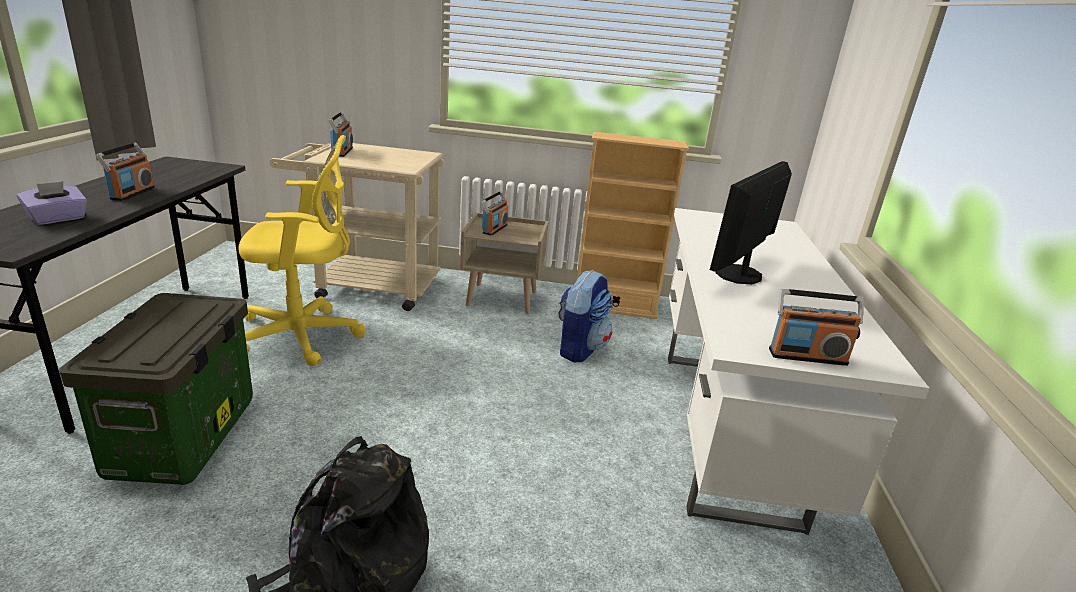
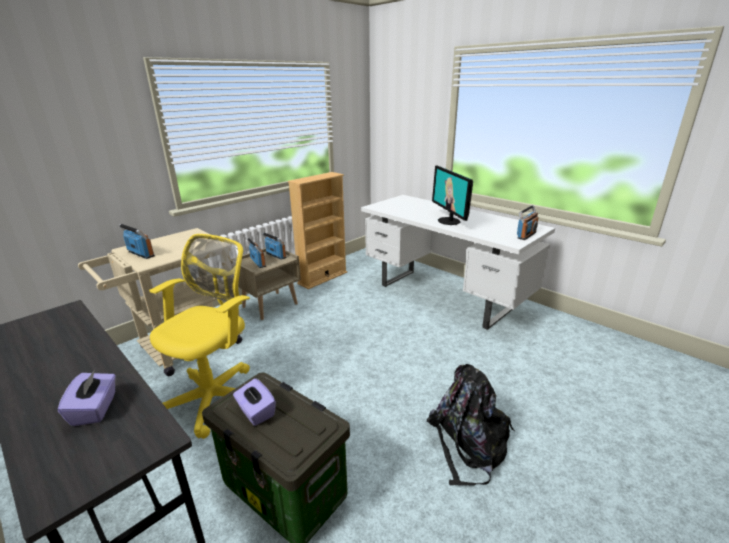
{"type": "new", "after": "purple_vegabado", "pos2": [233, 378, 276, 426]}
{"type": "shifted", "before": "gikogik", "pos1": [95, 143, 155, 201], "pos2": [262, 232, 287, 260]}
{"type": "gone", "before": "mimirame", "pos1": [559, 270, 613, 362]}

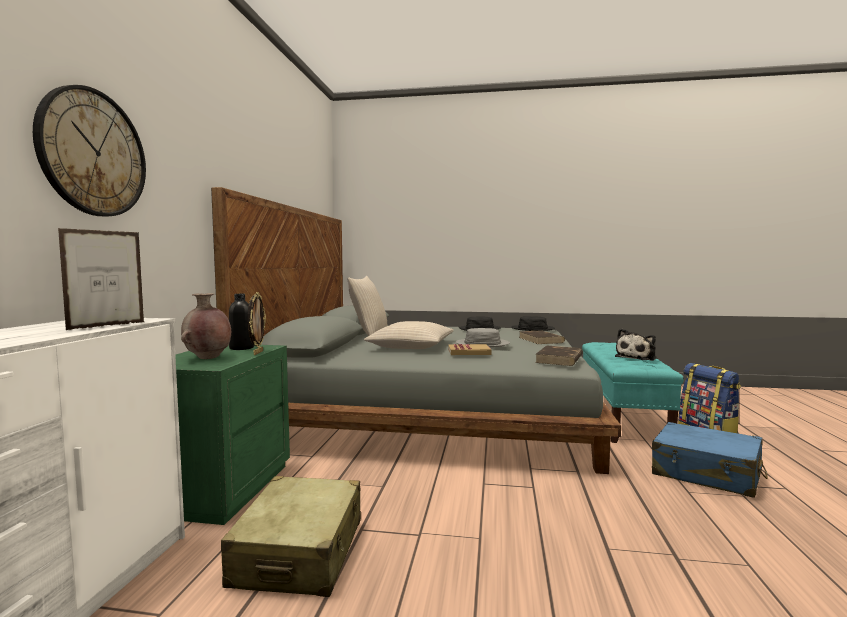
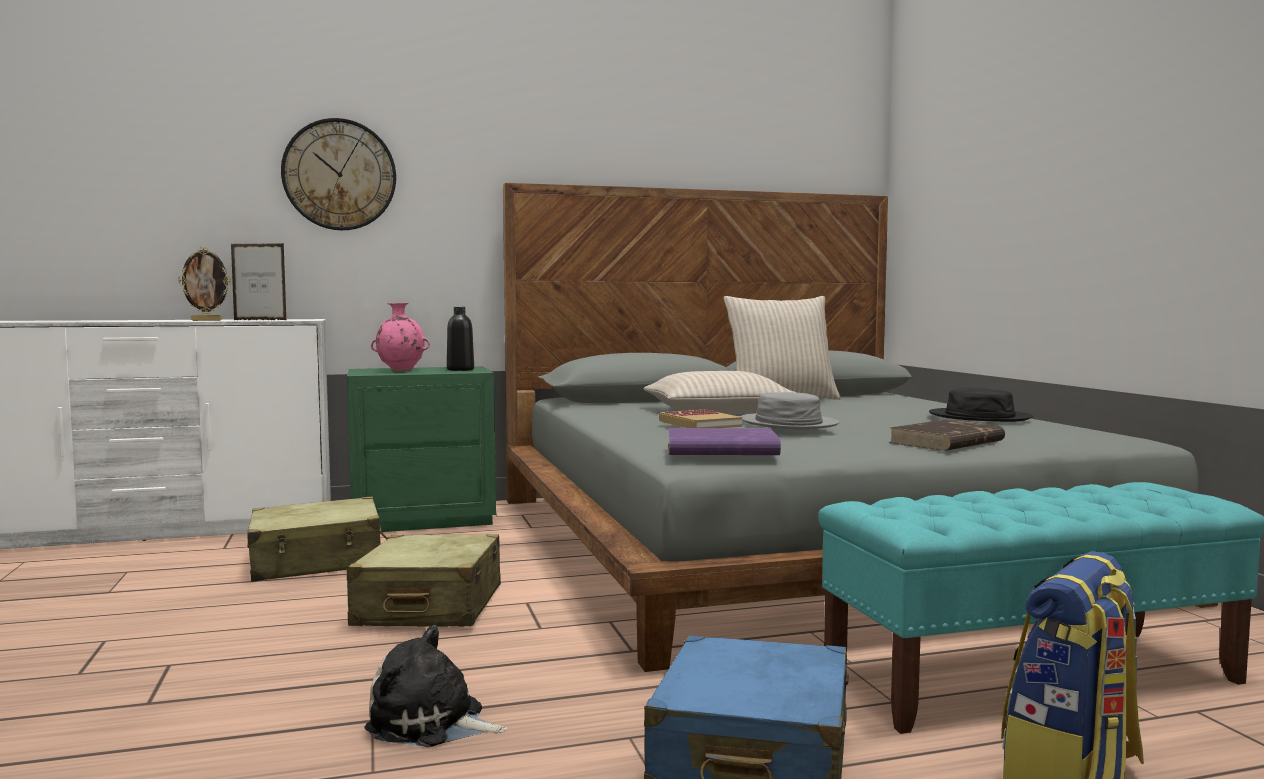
{"type": "shifted", "before": "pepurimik", "pos1": [247, 292, 266, 355], "pos2": [178, 247, 231, 321]}
{"type": "new", "after": "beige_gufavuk", "pos2": [347, 534, 501, 627]}
{"type": "shifted", "before": "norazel", "pos1": [615, 328, 657, 361], "pos2": [364, 625, 507, 747]}
{"type": "repainted", "before": "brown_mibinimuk", "after": "pink_mibinimuk", "pos1": [181, 293, 231, 359], "pos2": [371, 303, 430, 371]}
{"type": "repainted", "before": "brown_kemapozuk", "after": "purple_kemapozuk", "pos1": [535, 345, 583, 366], "pos2": [668, 428, 781, 455]}
{"type": "gone", "before": "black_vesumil", "pos1": [511, 316, 555, 331]}

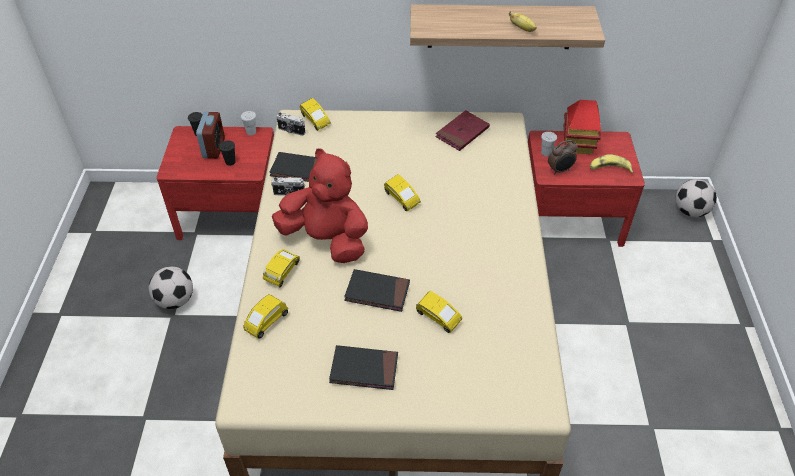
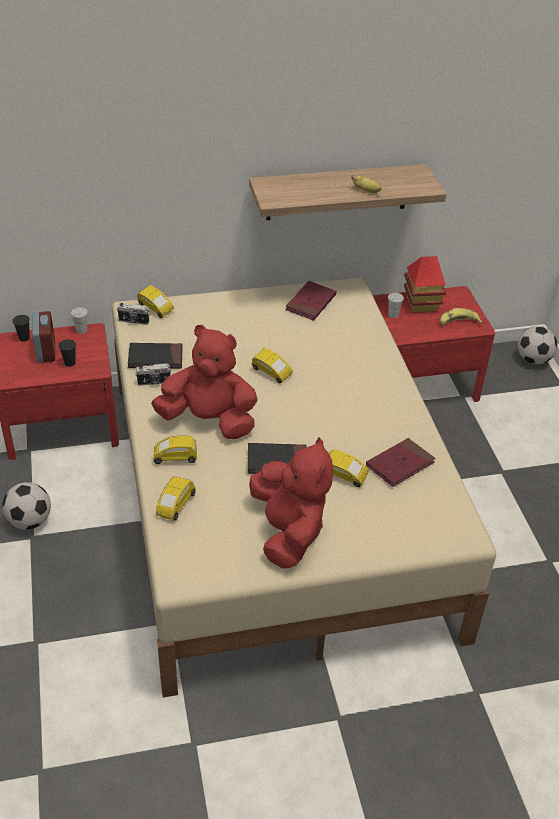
{"type": "rotated", "before": "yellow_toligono", "pos1": [263, 249, 300, 287], "pos2": [153, 436, 197, 464], "turn": -105}
{"type": "swapped", "before": "black_kemapozuk", "after": "red_norazel", "pos1": [329, 345, 398, 390], "pos2": [249, 437, 333, 569]}
{"type": "new", "after": "red_kemapozuk", "pos2": [366, 438, 435, 487]}
{"type": "gone", "before": "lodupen", "pos1": [548, 140, 578, 175]}

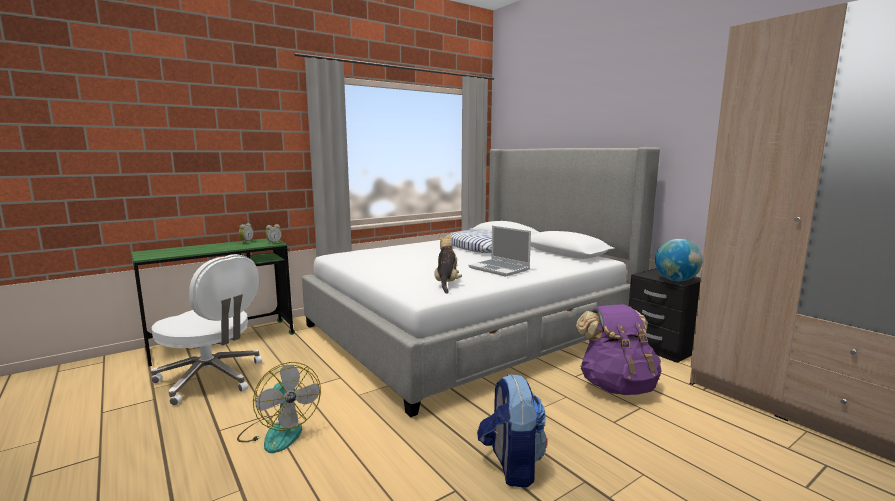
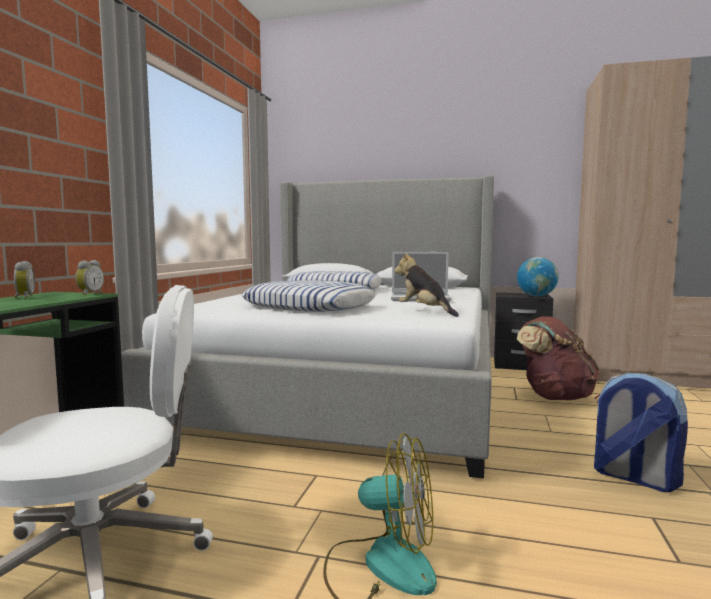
{"type": "new", "after": "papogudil", "pos2": [242, 280, 376, 312]}
{"type": "repainted", "before": "purple_mimirame", "after": "brown_mimirame", "pos1": [576, 304, 662, 395], "pos2": [517, 316, 600, 400]}

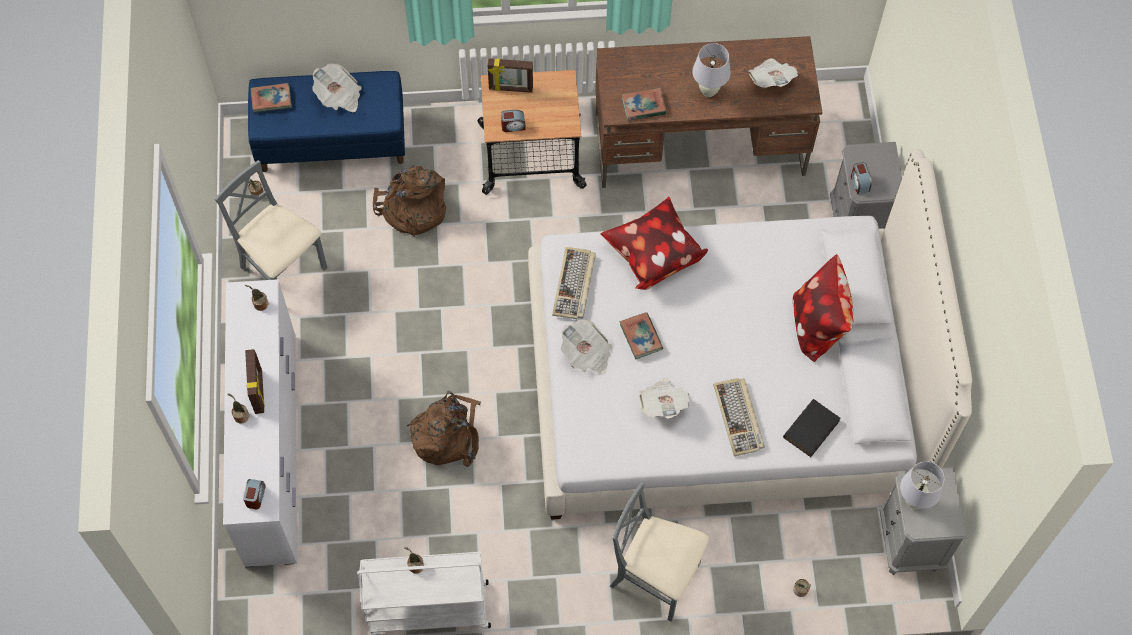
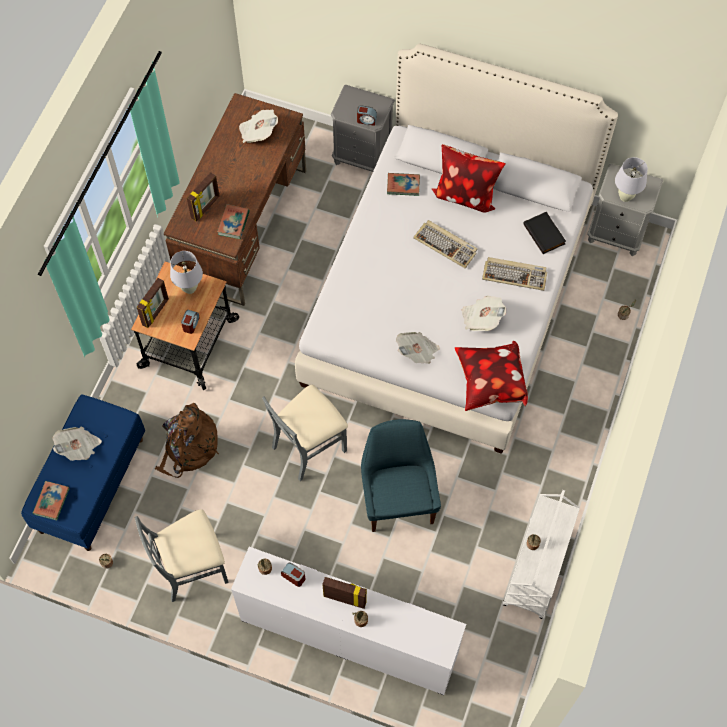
{"type": "shifted", "before": "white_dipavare", "pos1": [692, 43, 731, 97], "pos2": [170, 251, 203, 294]}
{"type": "new", "after": "pepurimik", "pos2": [187, 172, 220, 221]}
{"type": "shifted", "before": "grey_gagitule", "pos1": [610, 483, 709, 622], "pos2": [262, 385, 348, 481]}
{"type": "shifted", "before": "lodupen", "pos1": [243, 479, 266, 509], "pos2": [281, 563, 305, 587]}
{"type": "swapped", "before": "brown_mimirame", "after": "blue_gagitule", "pos1": [407, 391, 481, 467], "pos2": [361, 419, 441, 532]}
{"type": "shifted", "before": "kemapozuk", "pos1": [620, 312, 663, 359], "pos2": [387, 173, 420, 196]}
{"type": "shifted", "before": "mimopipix", "pos1": [552, 247, 596, 319], "pos2": [413, 220, 477, 268]}
{"type": "shifted", "before": "papogudil", "pos1": [600, 197, 708, 290], "pos2": [455, 341, 528, 411]}

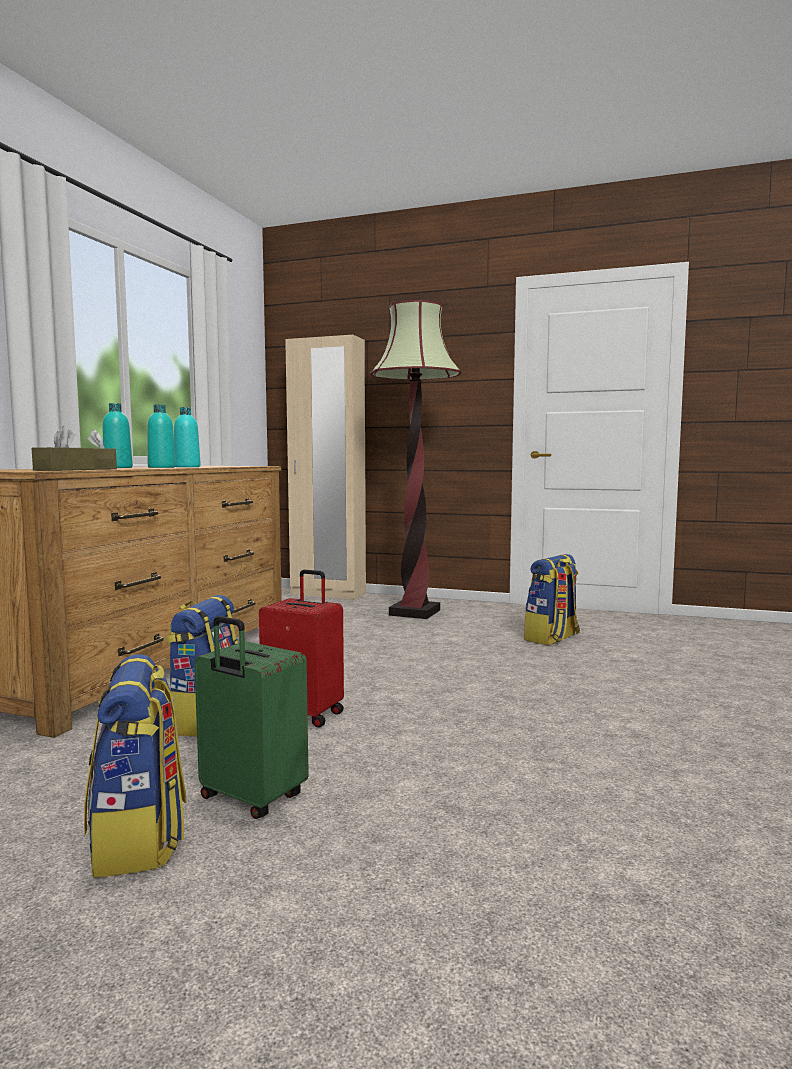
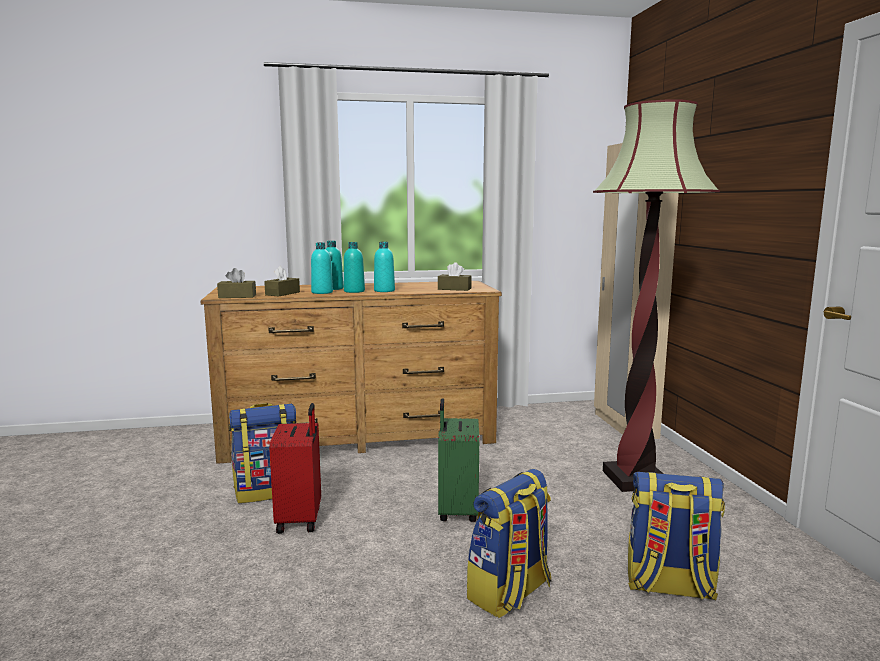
{"type": "new", "after": "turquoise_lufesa", "pos2": [311, 242, 333, 294]}
{"type": "new", "after": "brown_vegabado", "pos2": [438, 262, 472, 291]}
{"type": "shifted", "before": "green_gufavuk", "pos1": [194, 616, 309, 819], "pos2": [438, 398, 479, 522]}
{"type": "shifted", "before": "mimirame", "pos1": [84, 654, 187, 878], "pos2": [467, 469, 551, 618]}

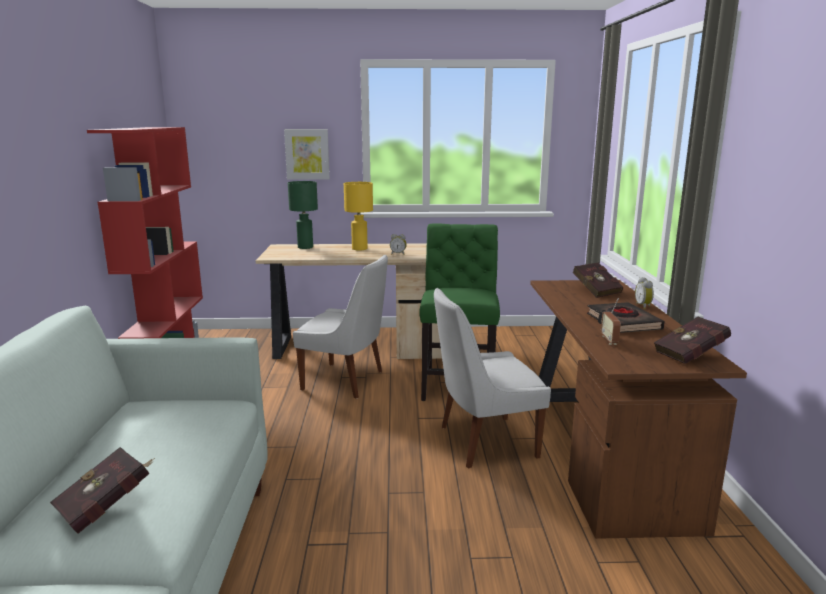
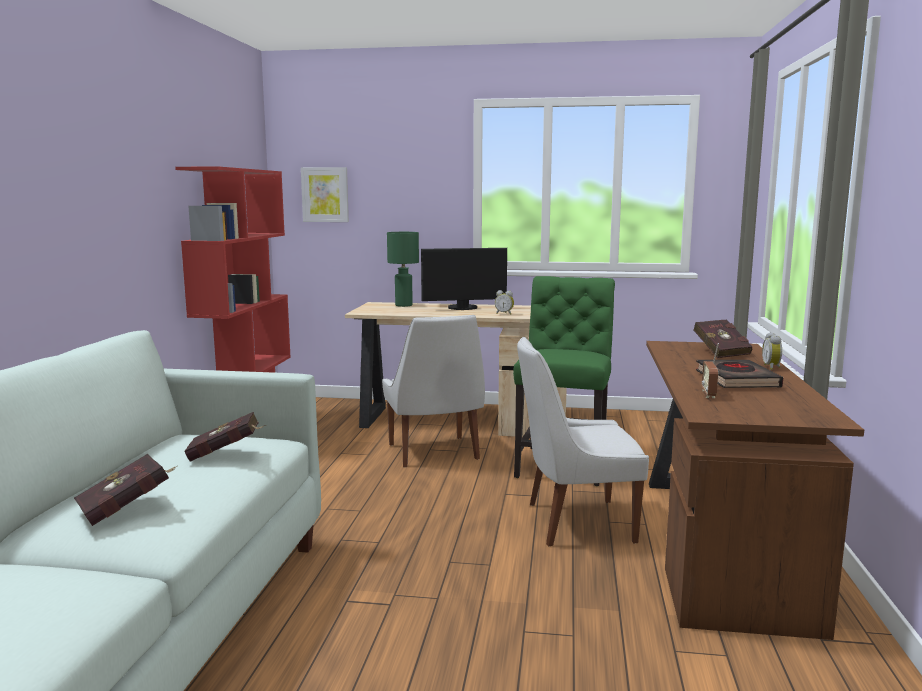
{"type": "shifted", "before": "red_kemapozuk", "pos1": [654, 317, 731, 364], "pos2": [185, 412, 266, 462]}
{"type": "shifted", "before": "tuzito", "pos1": [284, 129, 330, 180], "pos2": [301, 167, 349, 222]}
{"type": "rotated", "before": "white_gagitule", "pos1": [293, 255, 388, 399], "pos2": [382, 315, 485, 467], "turn": 45}
{"type": "swapped", "before": "yellow_dipavare", "after": "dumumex", "pos1": [344, 182, 373, 251], "pos2": [421, 248, 507, 310]}

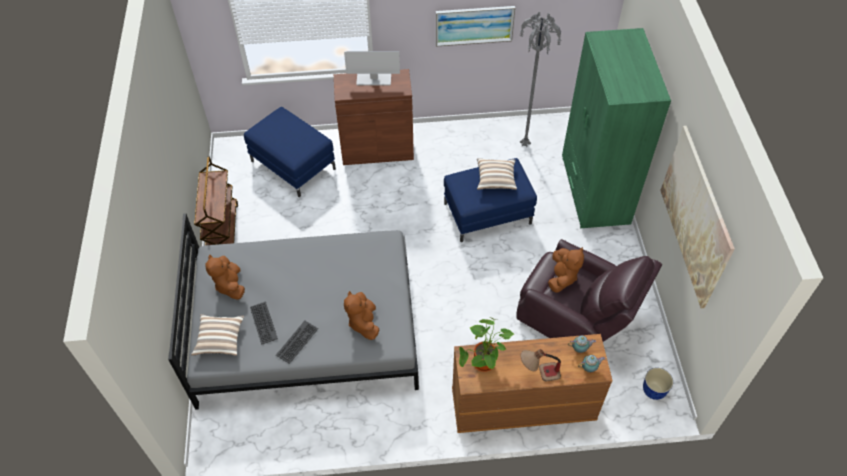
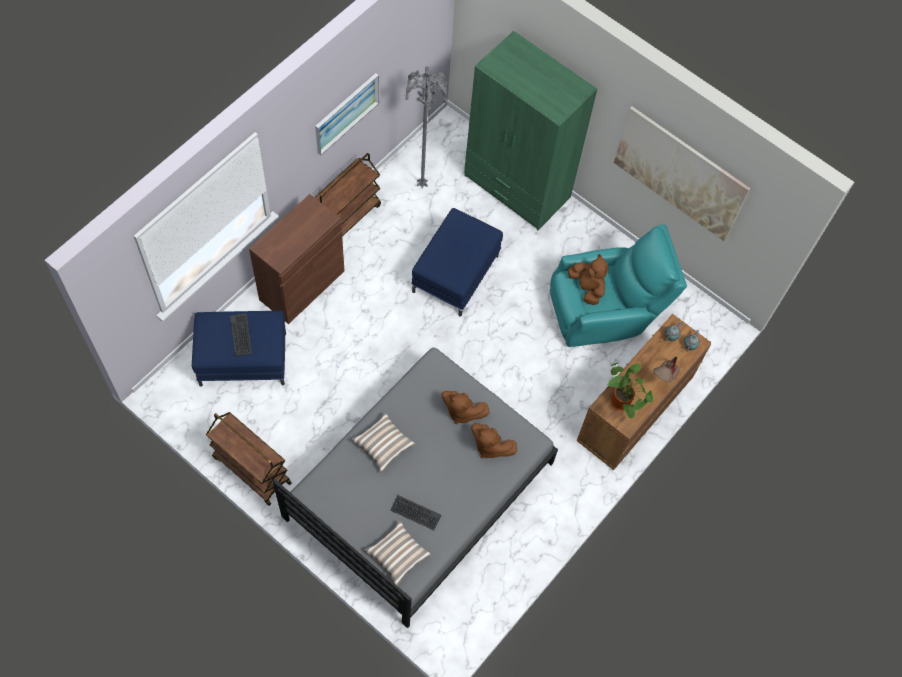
{"type": "shifted", "before": "mimopipix", "pos1": [276, 321, 318, 364], "pos2": [230, 314, 252, 356]}
{"type": "new", "after": "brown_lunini", "pos2": [315, 153, 381, 236]}
{"type": "shifted", "before": "papogudil", "pos1": [477, 158, 517, 190], "pos2": [351, 412, 415, 472]}
{"type": "shifted", "before": "brown_norazel", "pos1": [205, 255, 245, 300], "pos2": [441, 391, 490, 424]}
{"type": "repainted", "before": "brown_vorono", "after": "turquoise_vorono", "pos1": [516, 239, 662, 342], "pos2": [550, 224, 687, 347]}
{"type": "gone", "before": "dumumex", "pos1": [344, 51, 400, 86]}
{"type": "gone", "before": "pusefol", "pos1": [643, 368, 673, 400]}

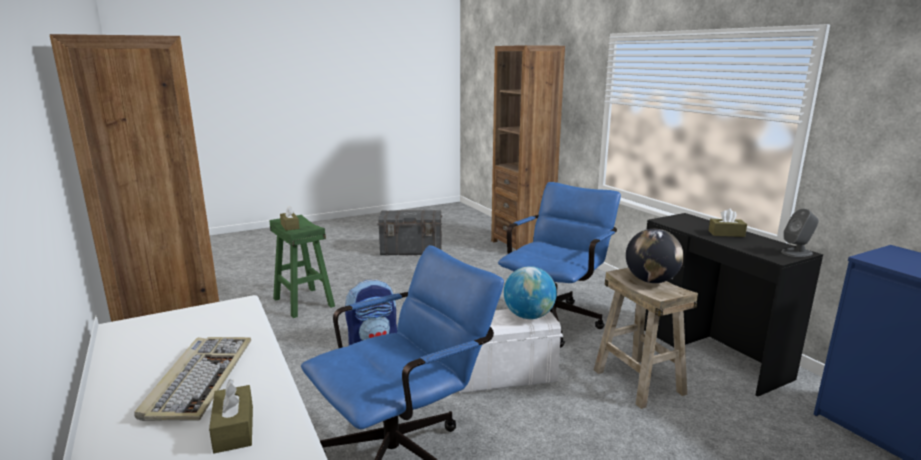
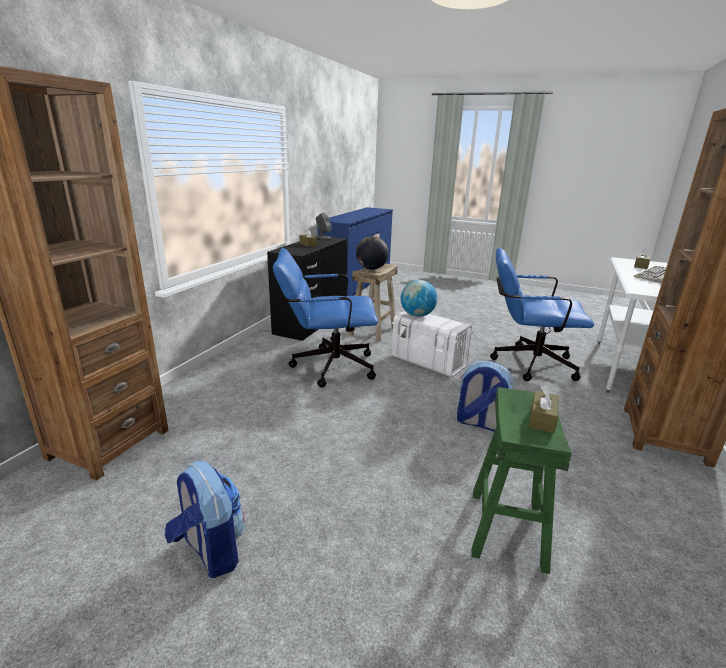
{"type": "swapped", "before": "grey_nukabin", "after": "mimirame", "pos1": [377, 210, 442, 255], "pos2": [165, 461, 245, 578]}

